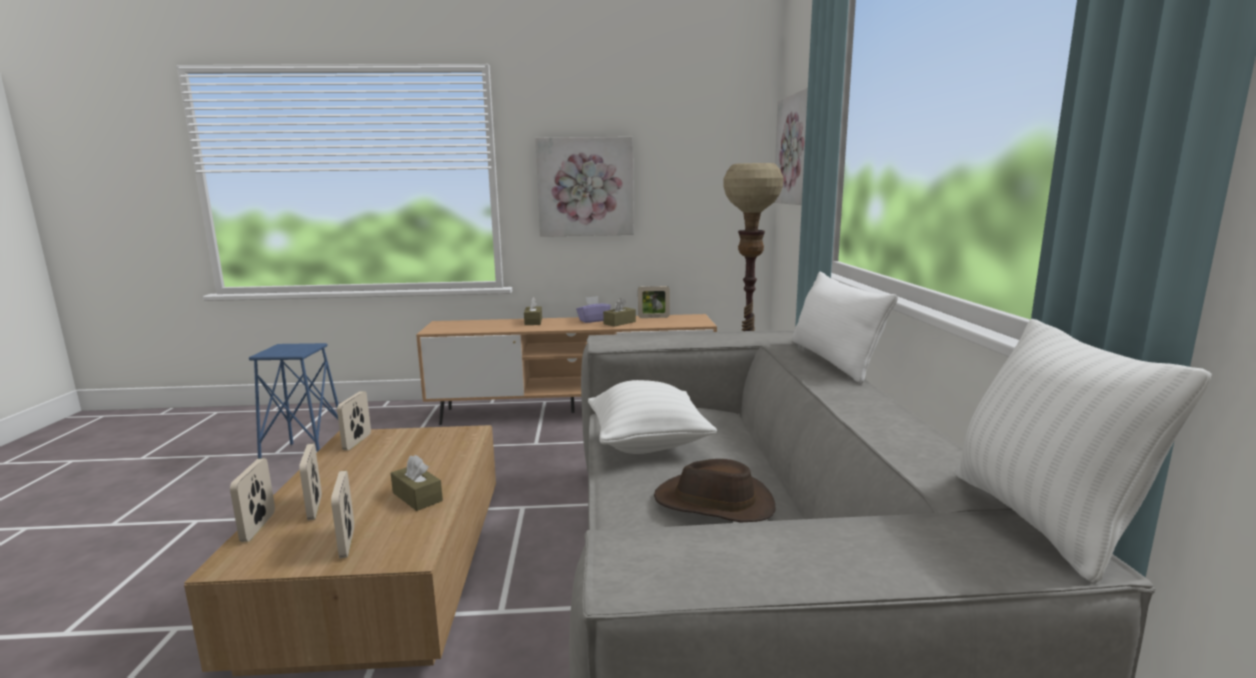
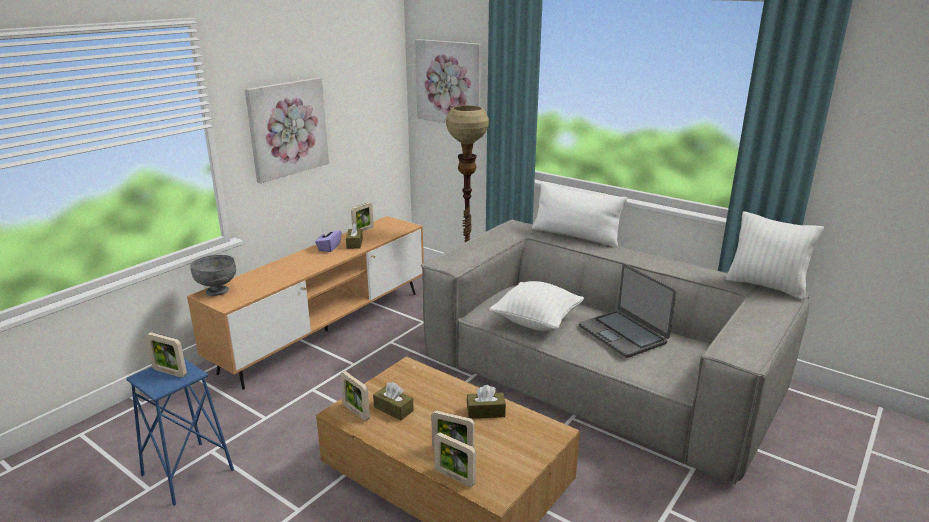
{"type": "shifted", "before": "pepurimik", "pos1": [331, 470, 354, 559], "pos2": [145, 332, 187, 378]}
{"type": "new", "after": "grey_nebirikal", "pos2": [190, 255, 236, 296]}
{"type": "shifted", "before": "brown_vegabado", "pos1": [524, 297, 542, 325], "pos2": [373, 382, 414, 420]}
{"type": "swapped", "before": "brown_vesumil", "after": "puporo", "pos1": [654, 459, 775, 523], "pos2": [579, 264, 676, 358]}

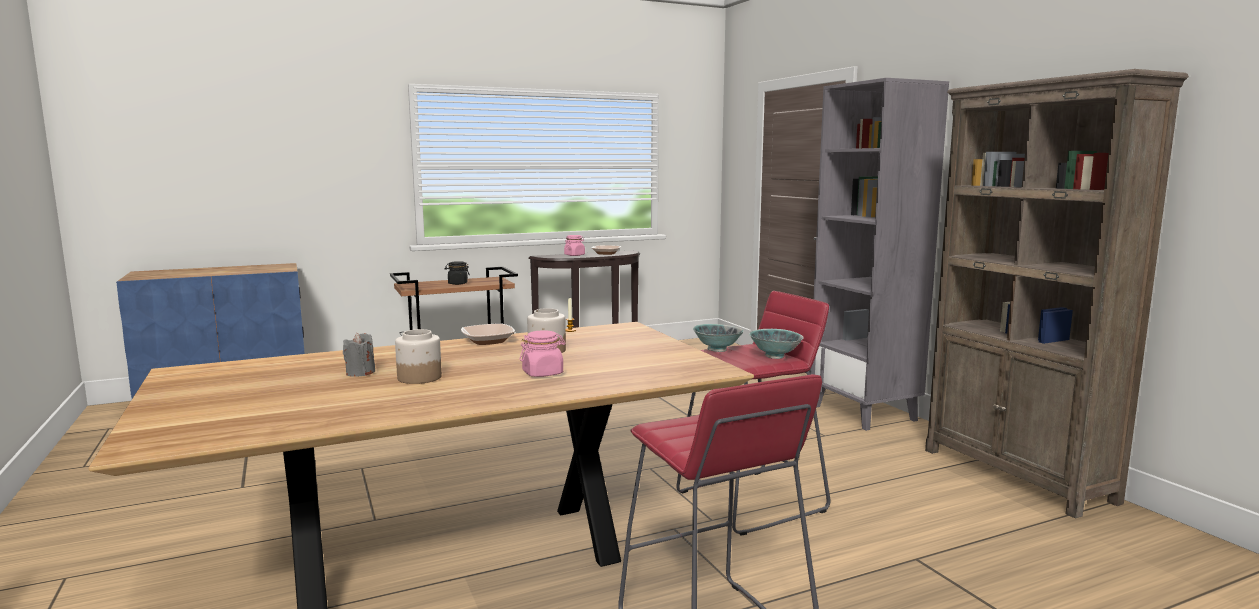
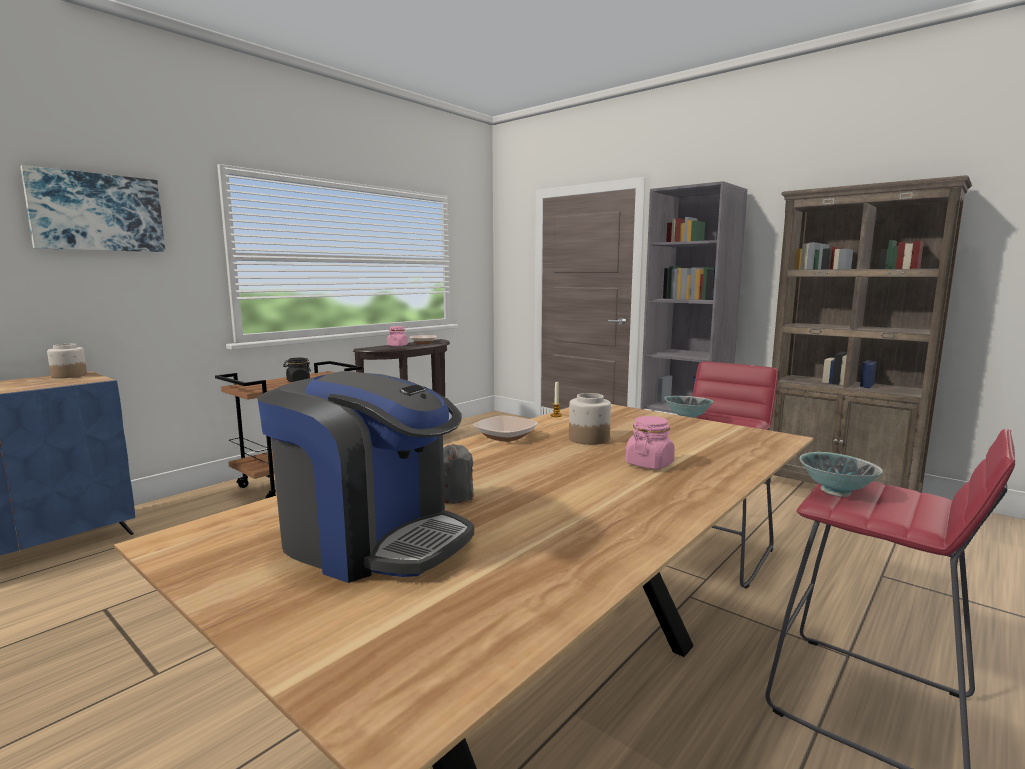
{"type": "new", "after": "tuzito", "pos2": [20, 165, 165, 252]}
{"type": "shifted", "before": "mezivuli", "pos1": [395, 329, 442, 384], "pos2": [47, 344, 87, 378]}
{"type": "new", "after": "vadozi", "pos2": [257, 371, 474, 583]}
{"type": "shifted", "before": "nebirikal", "pos1": [749, 329, 804, 359], "pos2": [799, 452, 883, 497]}

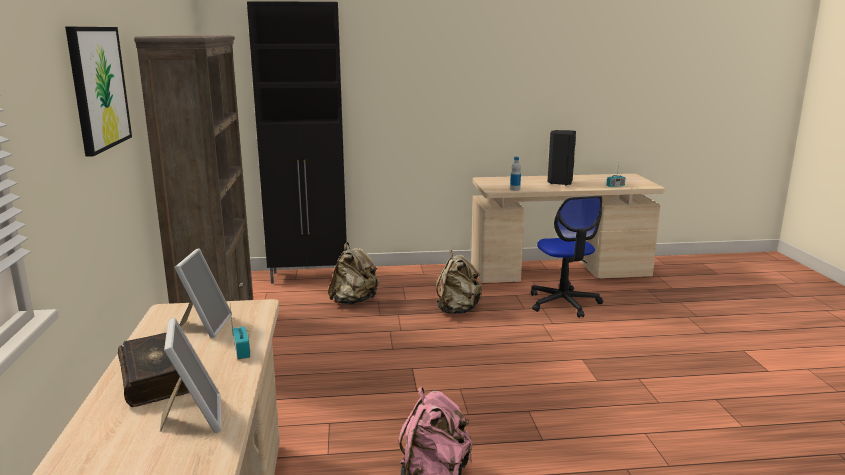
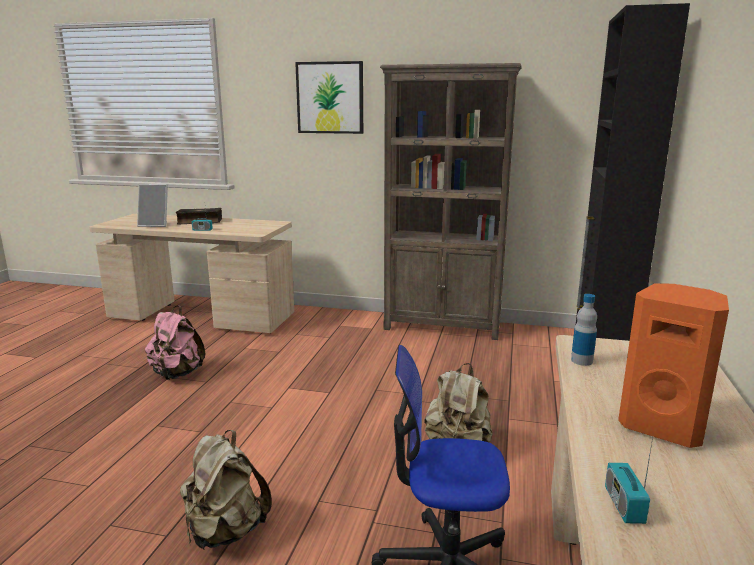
{"type": "shifted", "before": "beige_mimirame", "pos1": [328, 242, 380, 305], "pos2": [180, 430, 272, 549]}
{"type": "repainted", "before": "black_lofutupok", "after": "orange_lofutupok", "pos1": [548, 130, 576, 186], "pos2": [618, 283, 729, 448]}
{"type": "gone", "before": "pepurimik", "pos1": [174, 248, 232, 338]}

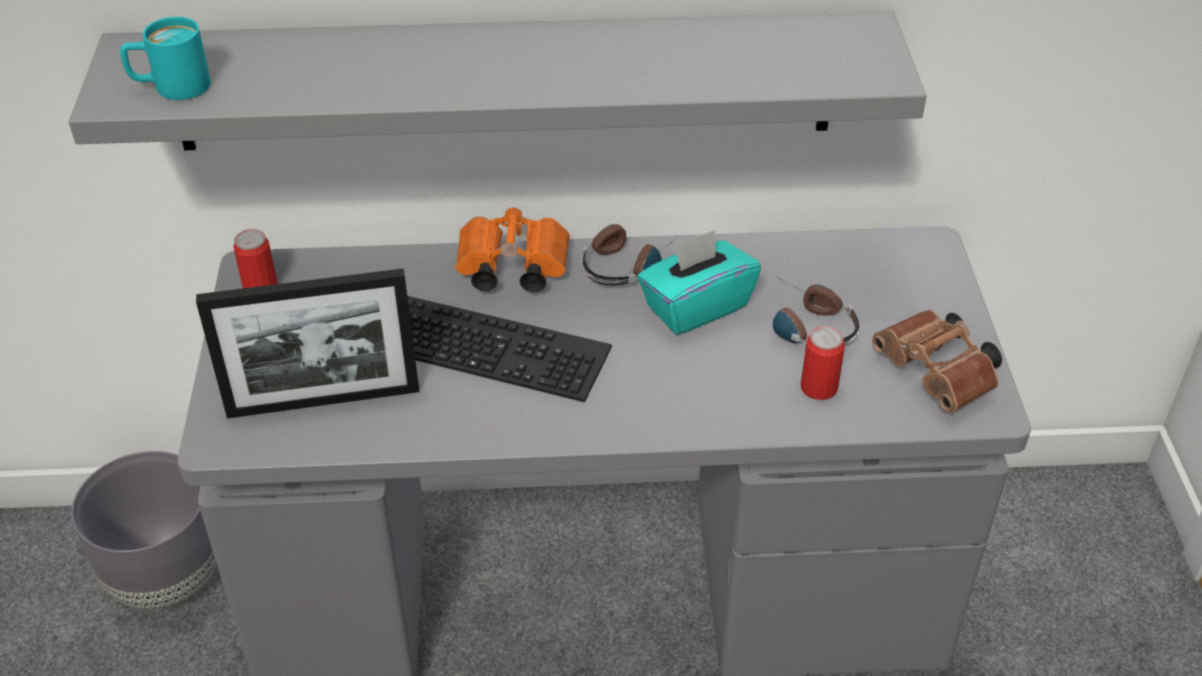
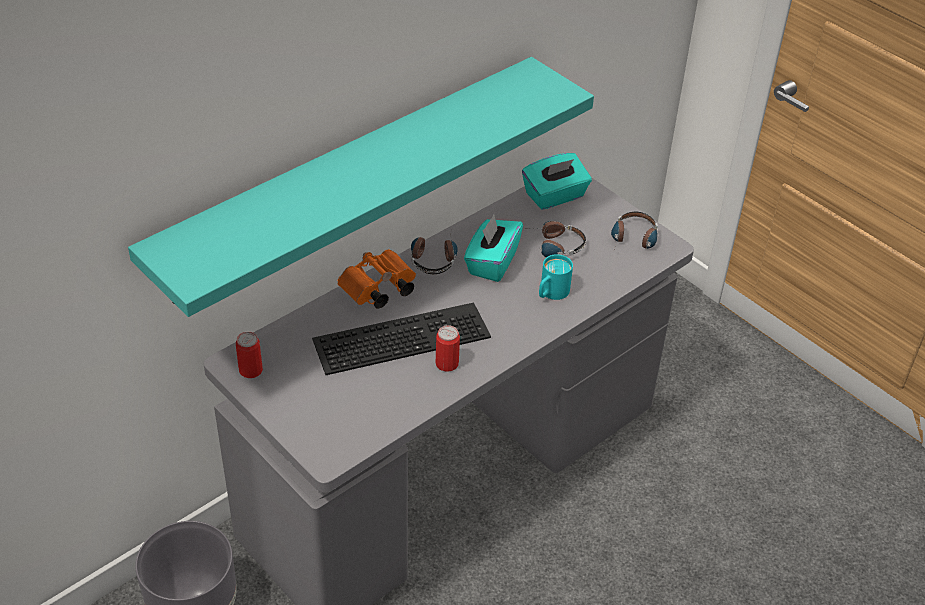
{"type": "repainted", "before": "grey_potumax", "after": "turquoise_potumax", "pos1": [69, 11, 927, 150], "pos2": [128, 57, 594, 317]}
{"type": "shifted", "before": "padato", "pos1": [801, 326, 845, 400], "pos2": [436, 325, 460, 372]}
{"type": "new", "after": "turquoise_vegabado", "pos2": [522, 153, 592, 210]}
{"type": "shifted", "before": "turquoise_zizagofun", "pos1": [120, 17, 211, 100], "pos2": [539, 254, 573, 300]}
{"type": "swapped", "before": "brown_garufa", "after": "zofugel", "pos1": [872, 310, 1002, 413], "pos2": [611, 212, 658, 249]}
{"type": "gone", "before": "pepurimik", "pos1": [196, 268, 419, 418]}

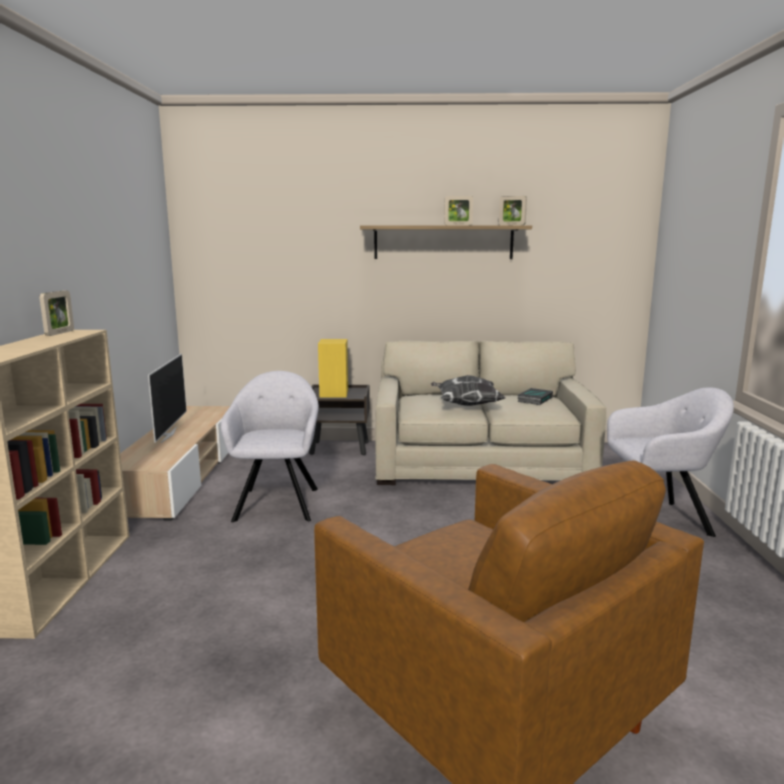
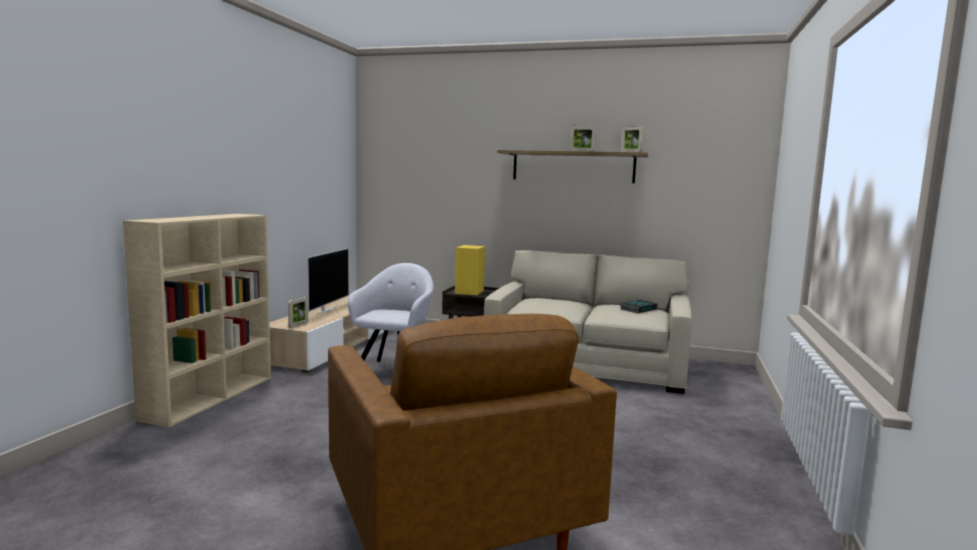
{"type": "shifted", "before": "pepurimik", "pos1": [39, 290, 74, 336], "pos2": [288, 297, 308, 328]}
{"type": "gone", "before": "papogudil", "pos1": [431, 375, 506, 406]}
{"type": "gone", "before": "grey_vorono", "pos1": [607, 387, 734, 537]}

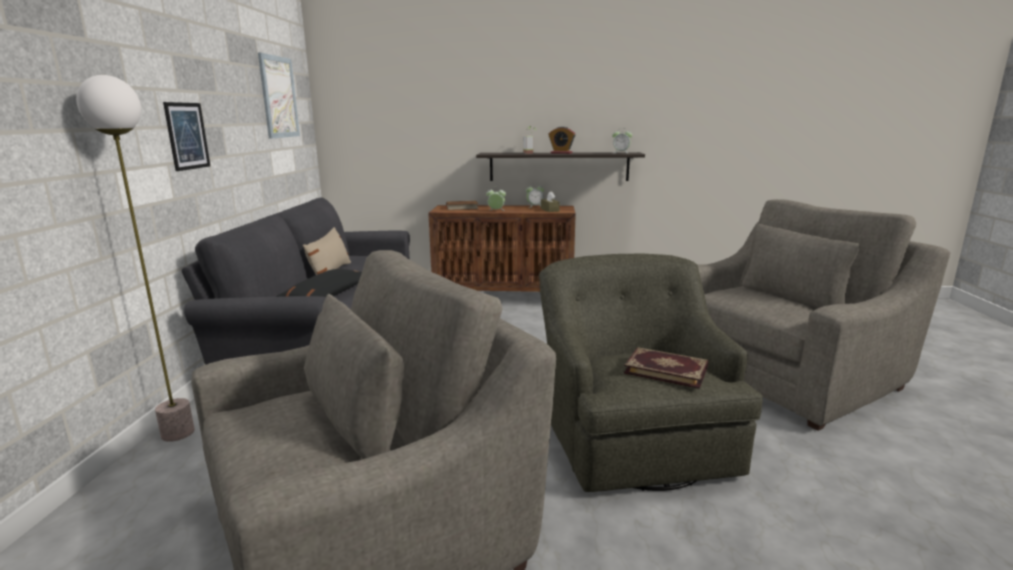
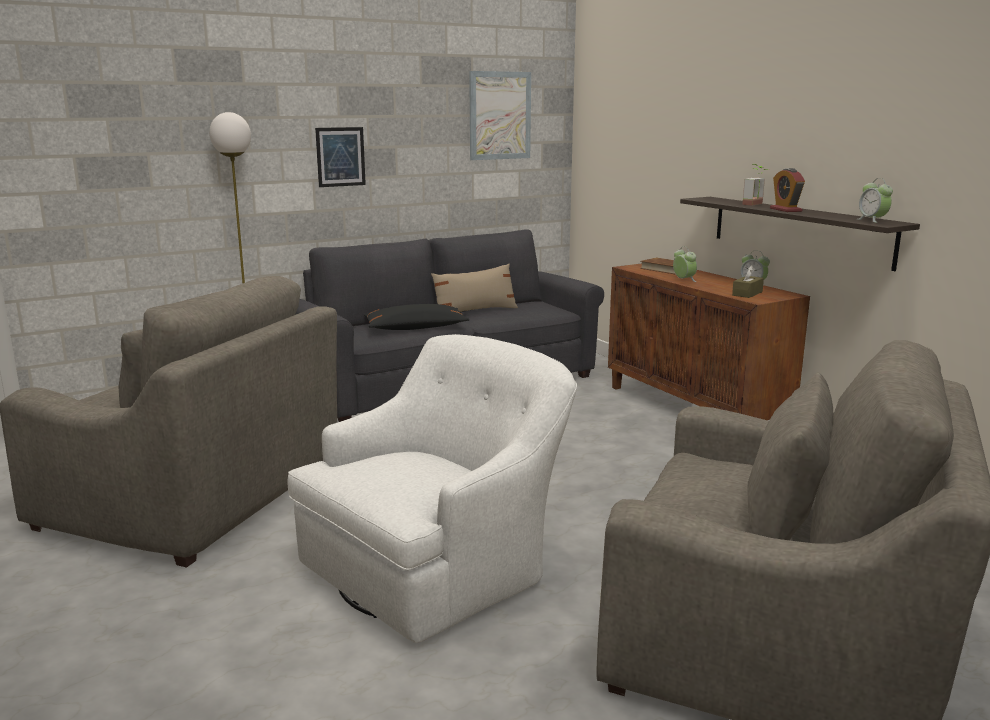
{"type": "repainted", "before": "green_vorono", "after": "white_vorono", "pos1": [539, 253, 763, 492], "pos2": [287, 334, 577, 643]}
{"type": "gone", "before": "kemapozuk", "pos1": [624, 347, 709, 389]}

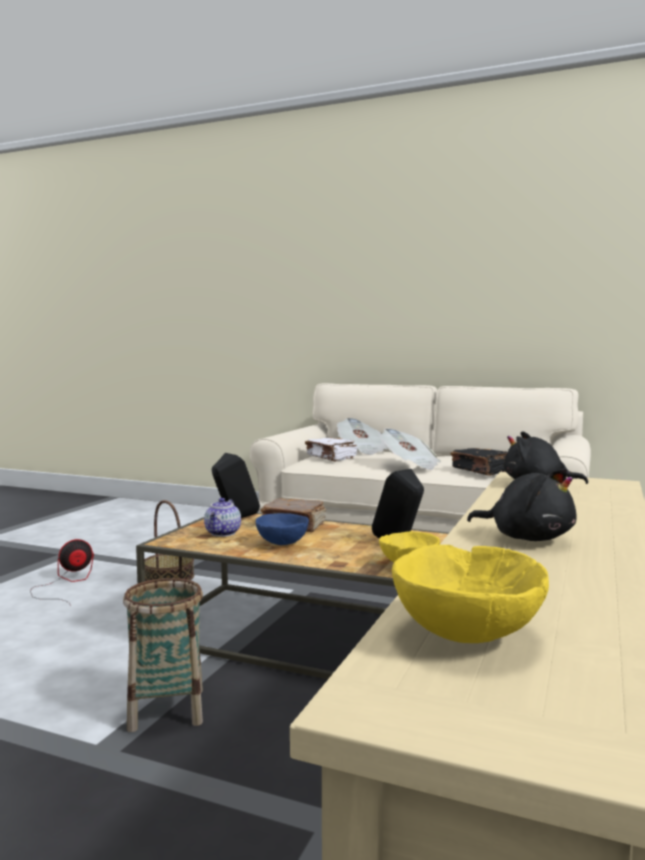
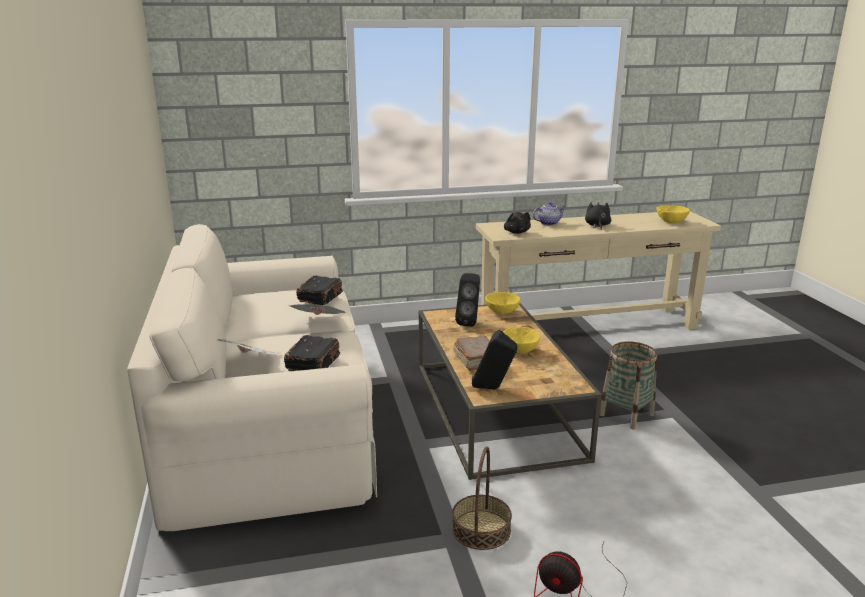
{"type": "repainted", "before": "white_kemapozuk", "after": "black_kemapozuk", "pos1": [305, 438, 357, 461], "pos2": [284, 335, 340, 371]}
{"type": "repainted", "before": "blue_nebirikal", "after": "yellow_nebirikal", "pos1": [255, 513, 309, 545], "pos2": [503, 327, 540, 354]}
{"type": "shifted", "before": "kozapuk", "pos1": [204, 498, 241, 537], "pos2": [533, 202, 566, 226]}

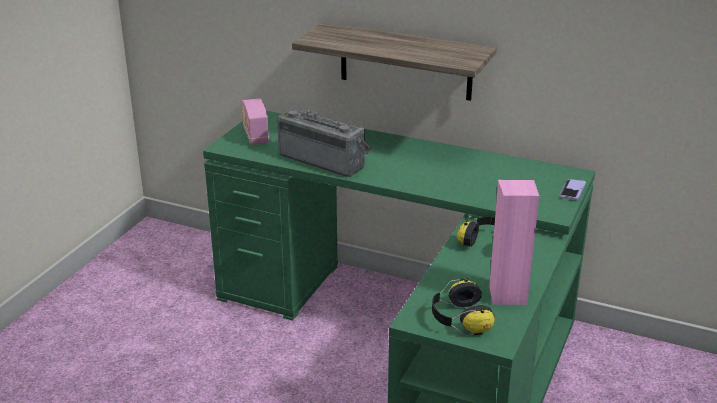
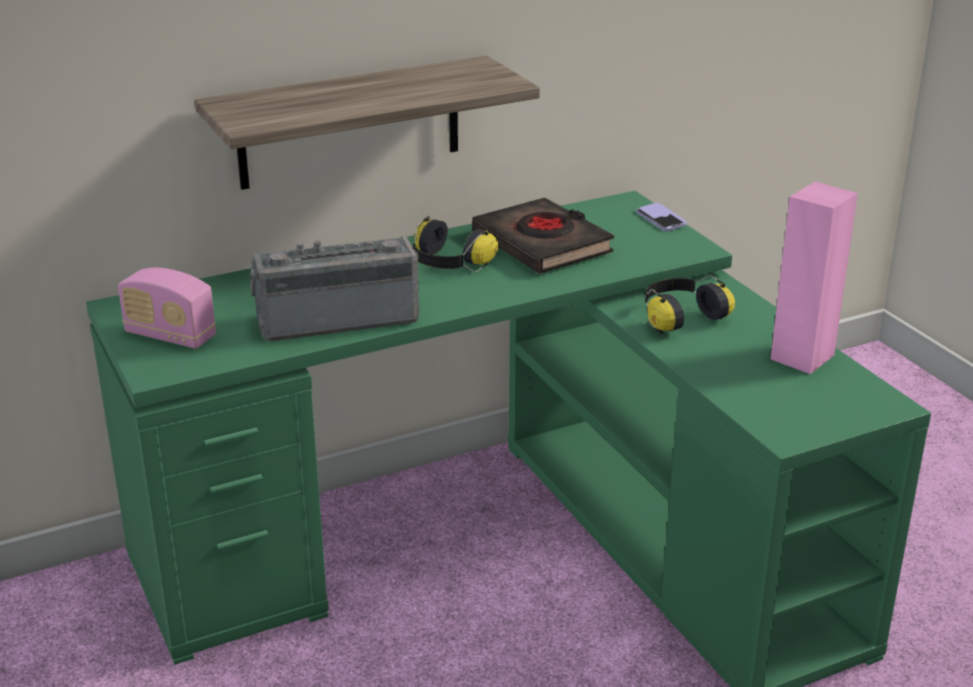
{"type": "shifted", "before": "zofugel", "pos1": [432, 278, 495, 336], "pos2": [413, 216, 498, 272]}
{"type": "new", "after": "black_kemapozuk", "pos2": [472, 198, 614, 274]}

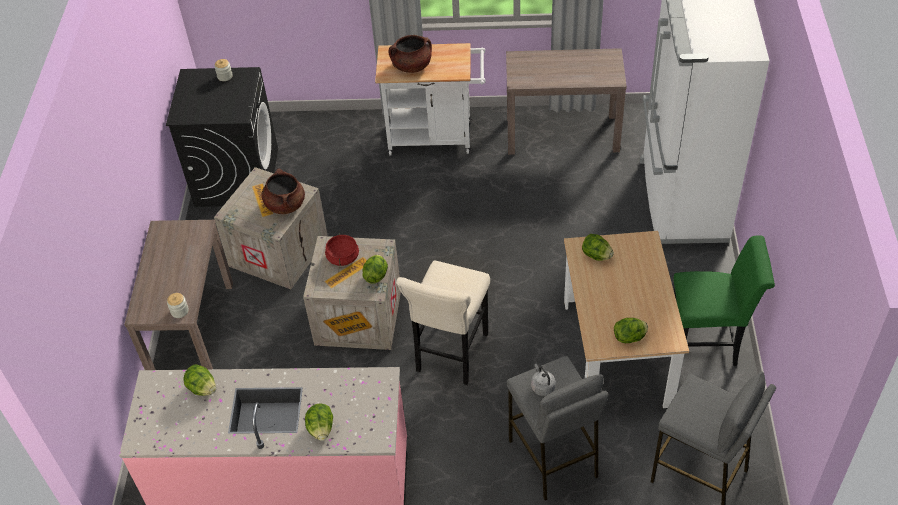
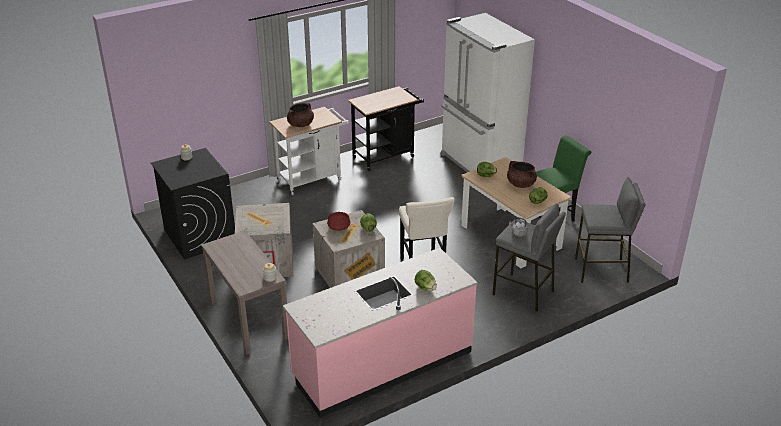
{"type": "swapped", "before": "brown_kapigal", "after": "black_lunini", "pos1": [506, 48, 627, 155], "pos2": [348, 86, 424, 171]}
{"type": "shifted", "before": "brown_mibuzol", "pos1": [262, 168, 305, 214], "pos2": [507, 161, 537, 188]}
{"type": "gone", "before": "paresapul", "pos1": [183, 364, 216, 396]}

